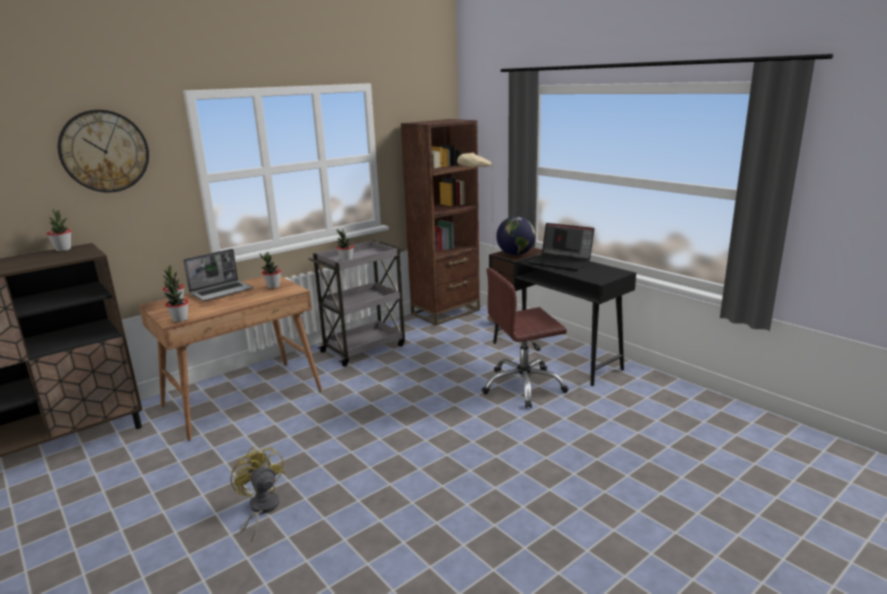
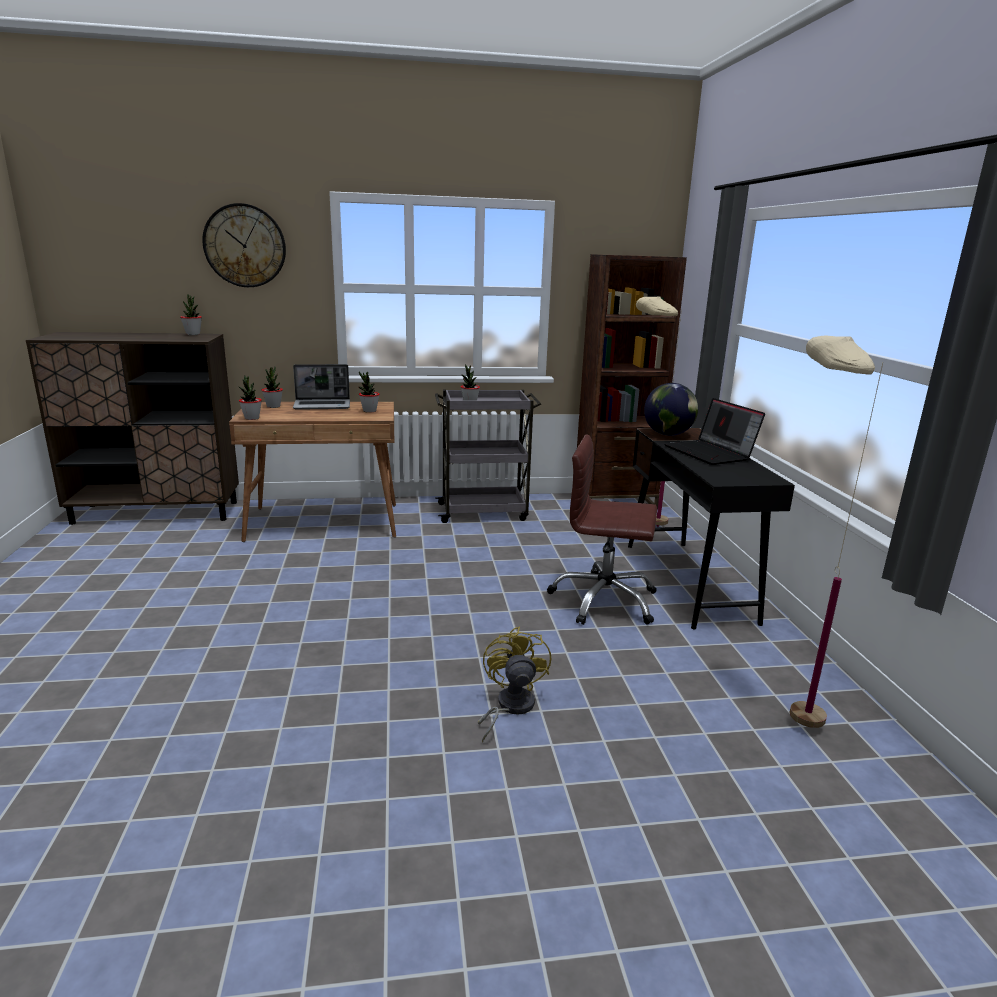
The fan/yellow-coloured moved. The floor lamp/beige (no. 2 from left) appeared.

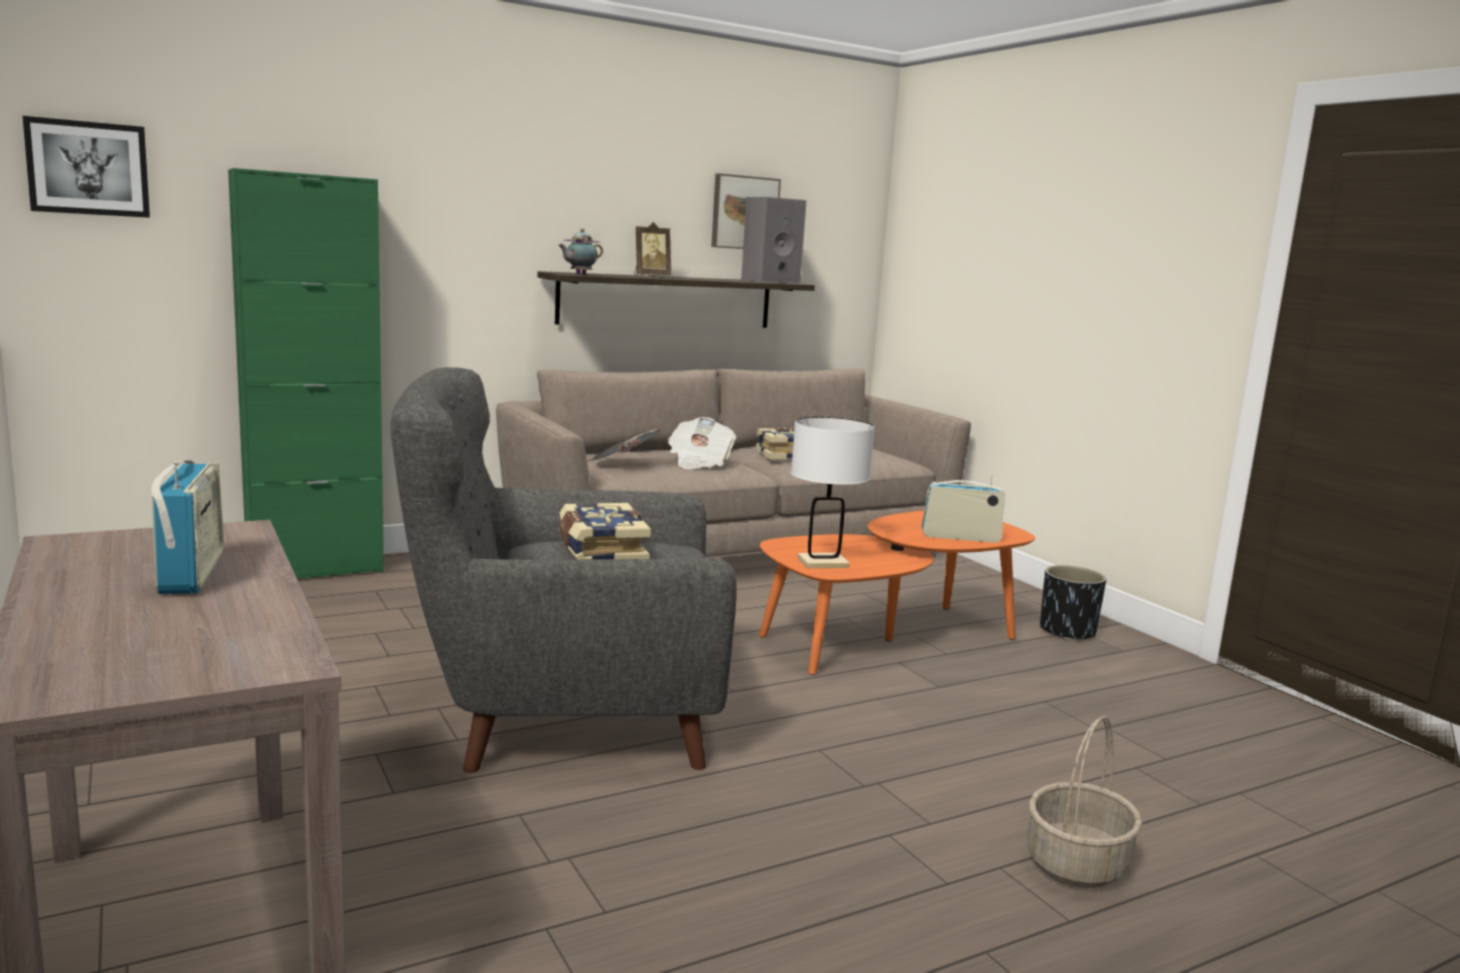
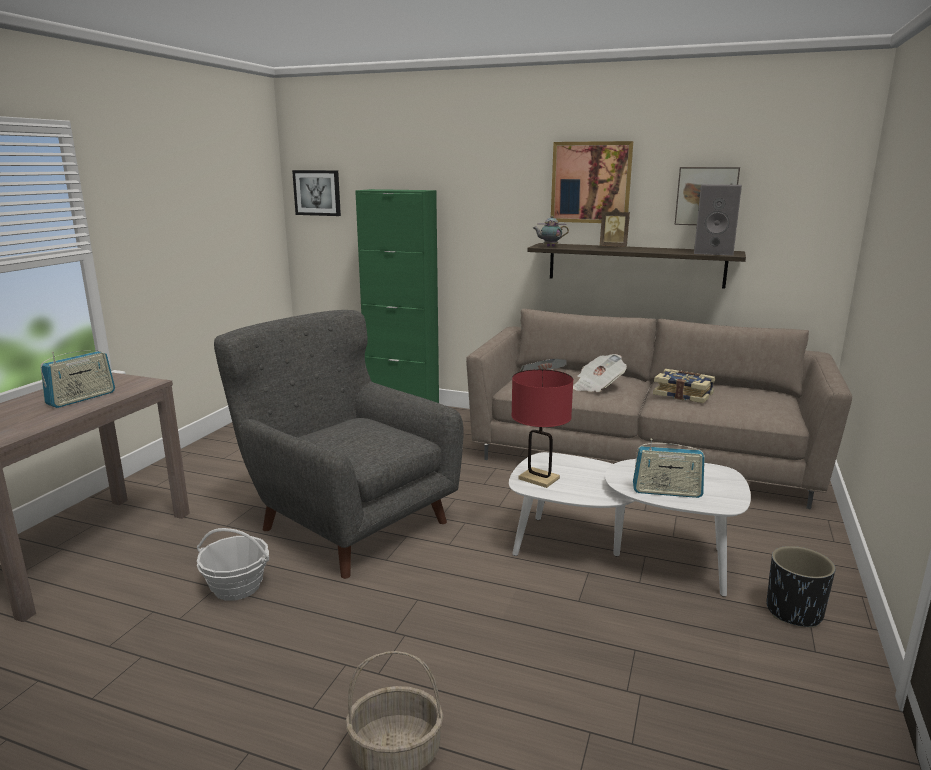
The volume (no. 1 from left) disappeared. The coffee table/orangey became the coffee table/white-coloured. The lamp for a table/white-coloured became the lamp for a table/red-coloured. The radio set (no. 2 from left) turned 135 degrees clockwise. The basket (no. 1 from left) appeared. The wall art (no. 2 from left) appeared.

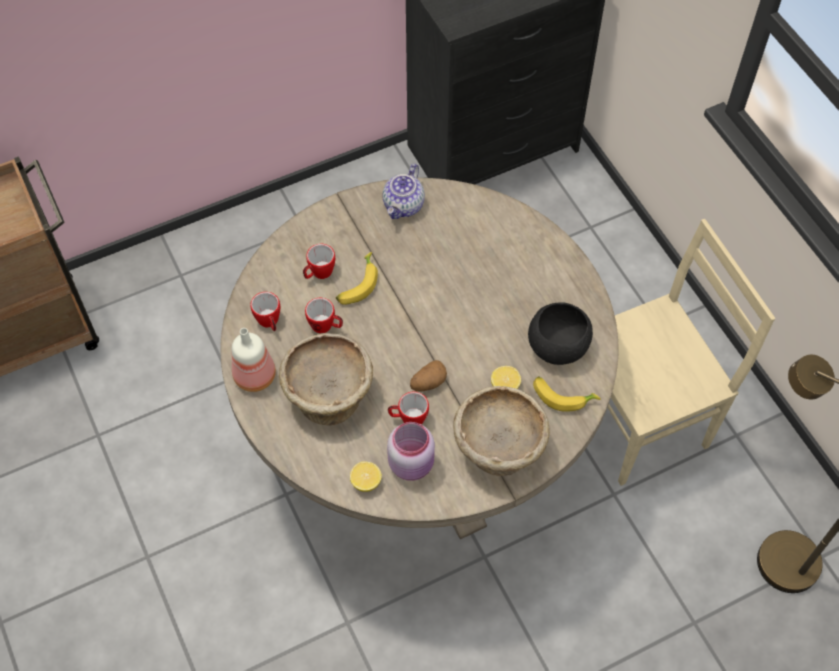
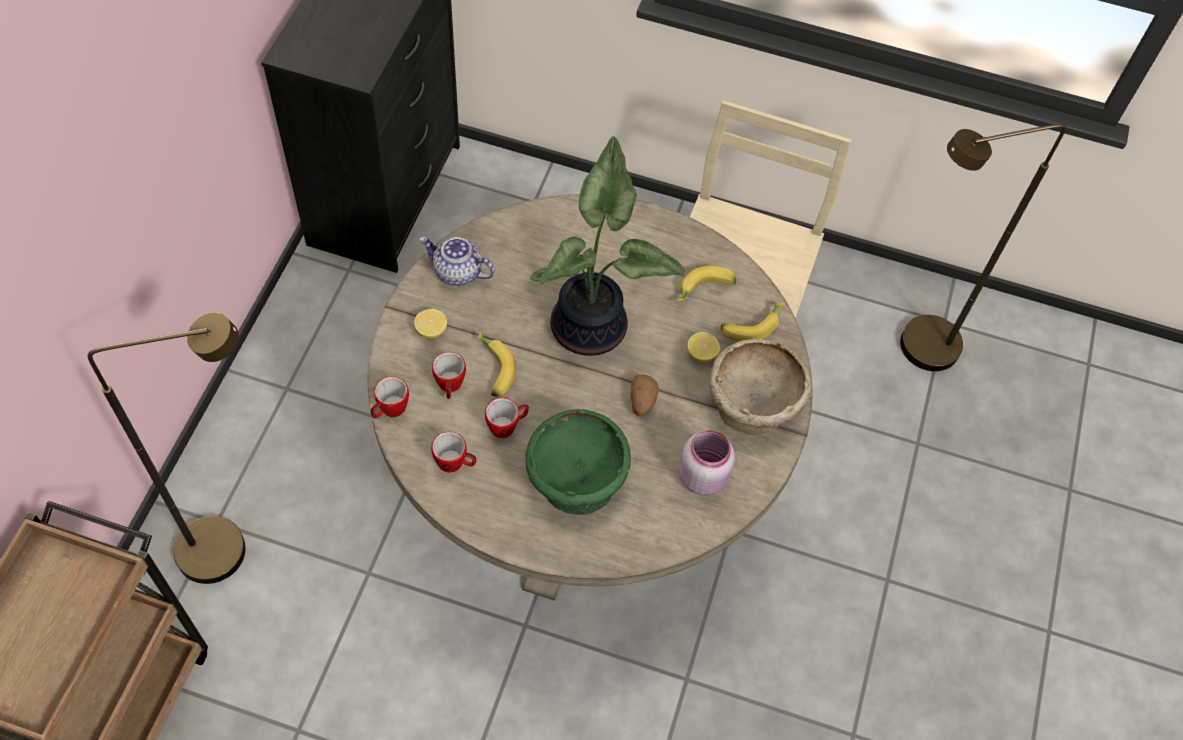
The drink bottle disappeared. The bowl/beige (no. 1 from left) became the bowl/green-coloured. The lemon (no. 1 from left) moved. The pot for tea turned 135 degrees clockwise. The tea mug (no. 4 from left in the first image) moved. The bowl/blackish was replaced by the banana (no. 2 from left). The floor lamp/brown (no. 1 from left) appeared. The plant in a pot appeared.

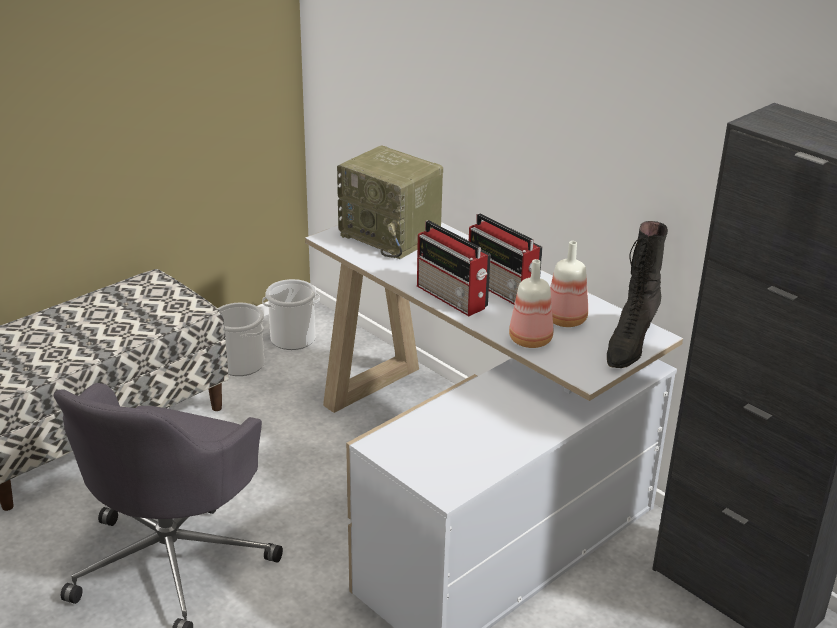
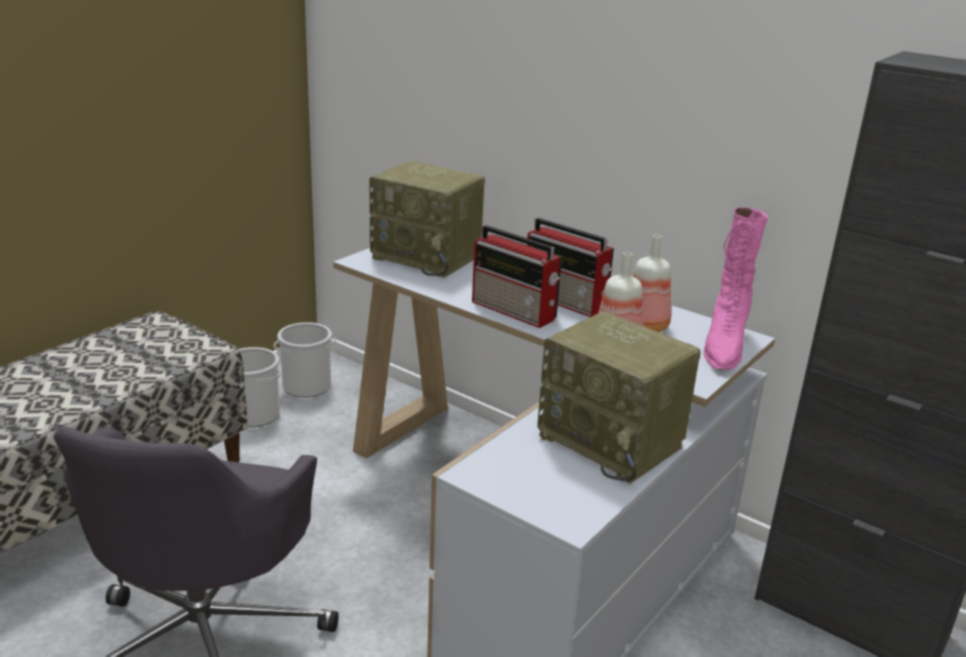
The boot/blackish became the boot/pink. The radio set (no. 4 from left) appeared.

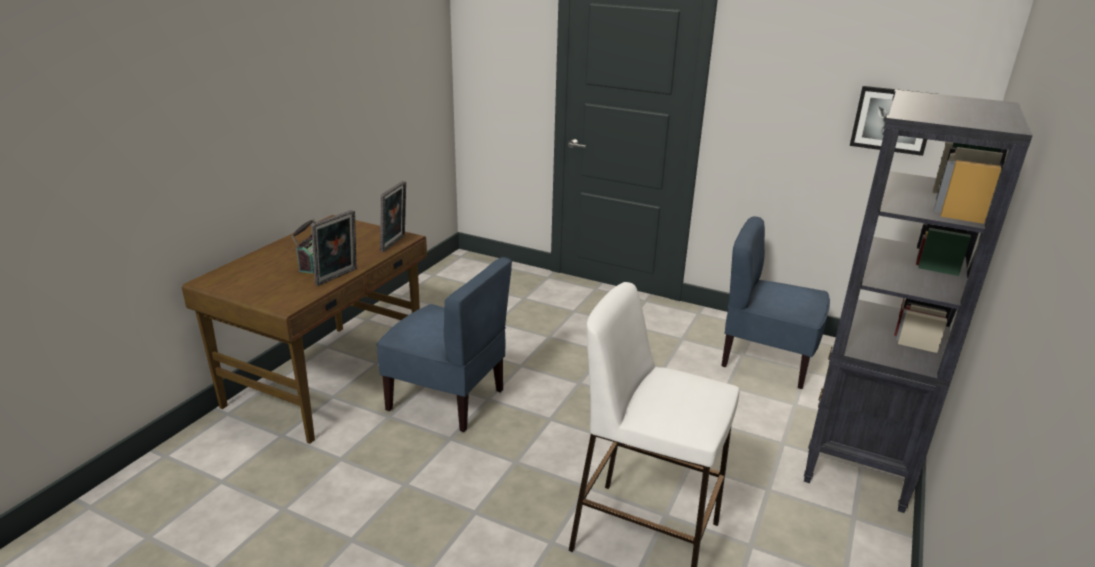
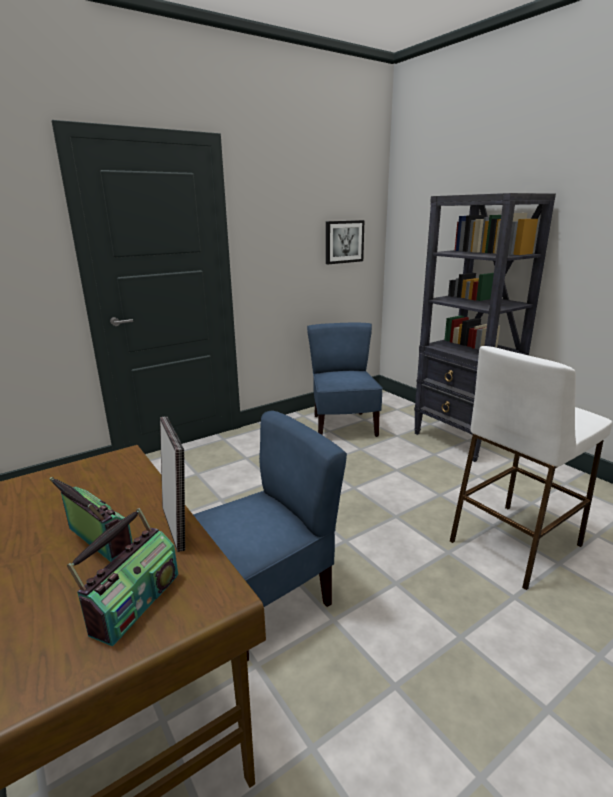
The picture frame (no. 2 from left) disappeared. The chair/blue (no. 2 from left) turned 120 degrees clockwise. The radio set (no. 2 from left) appeared.

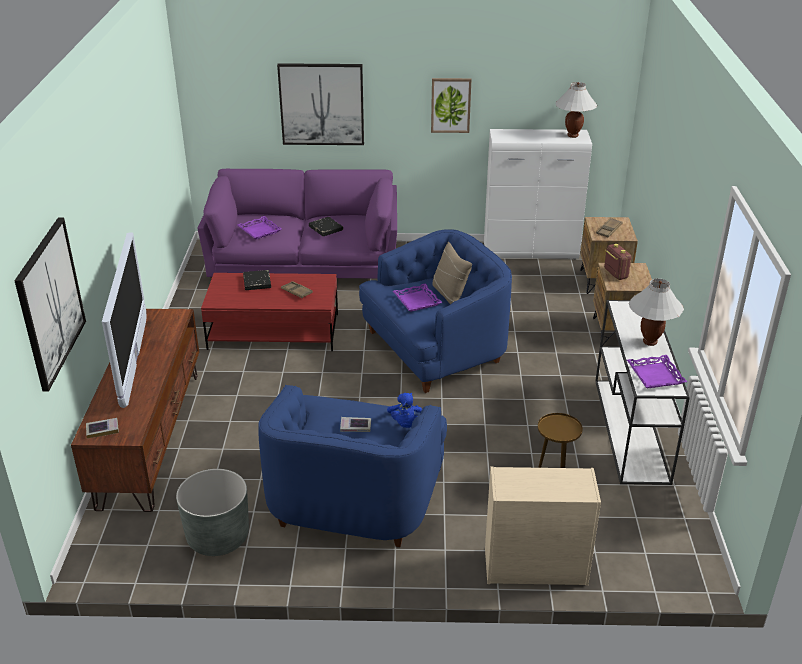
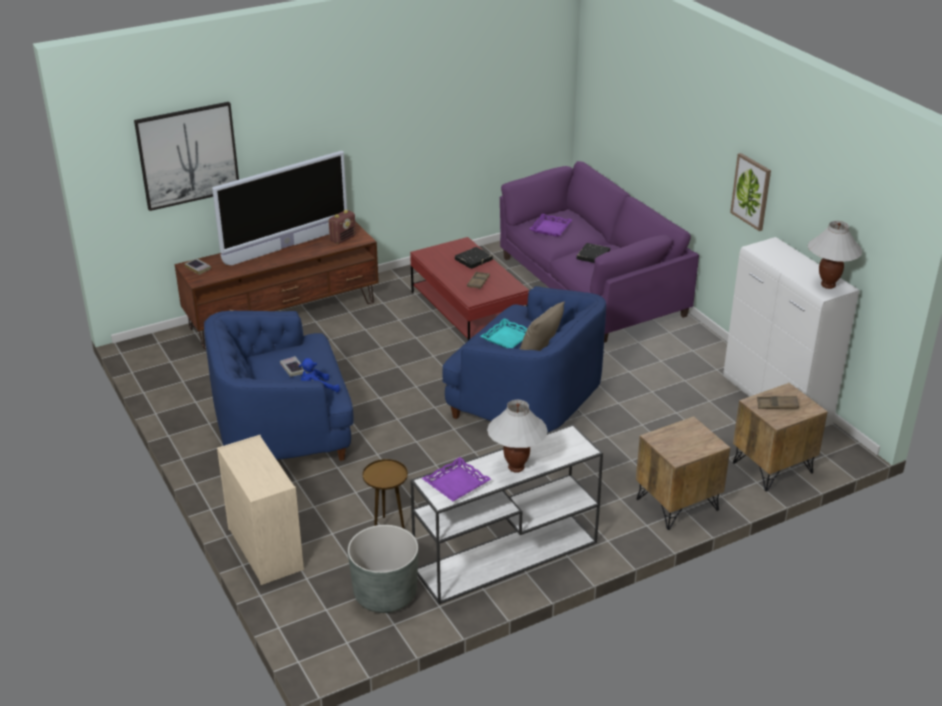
The planter/grey moved. The wall art (no. 2 from left) disappeared. The serving tray/purplish (no. 2 from left) became the serving tray/turquoise. The radio set moved.

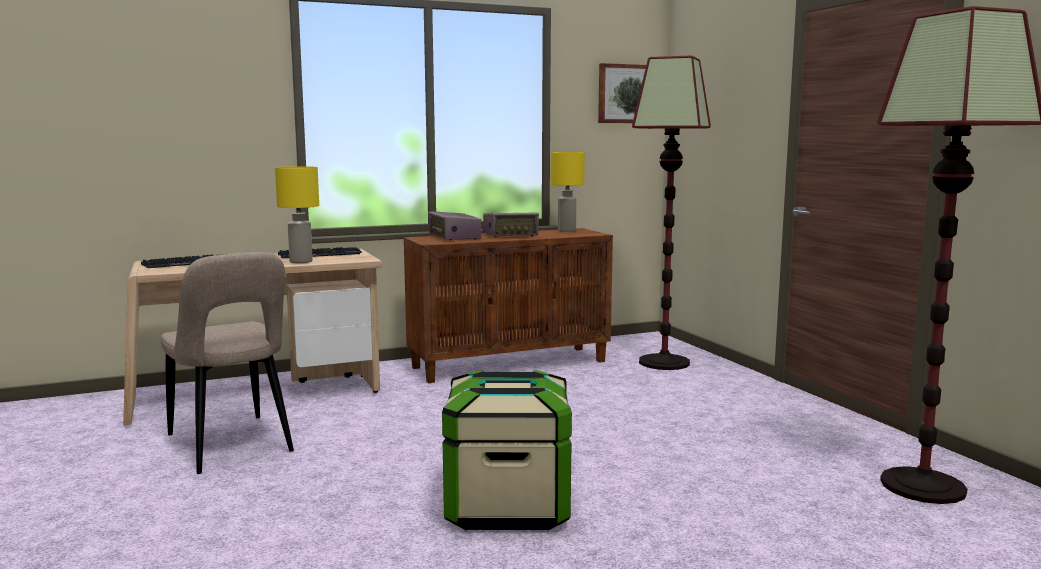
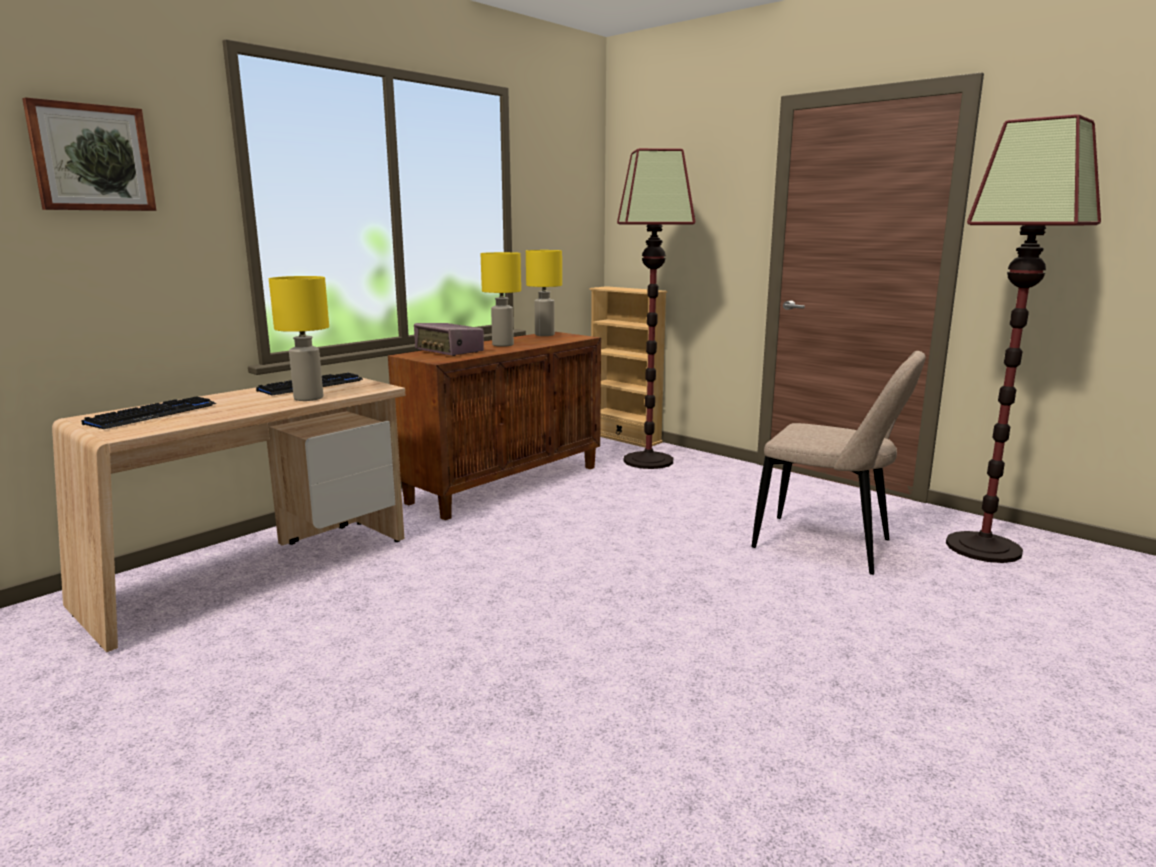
The chair/beige moved. The storage bin disappeared. The radio set (no. 2 from left) was replaced by the lamp for a table/yellow-coloured (no. 2 from left). The wall art moved. The bookcase/beige appeared.

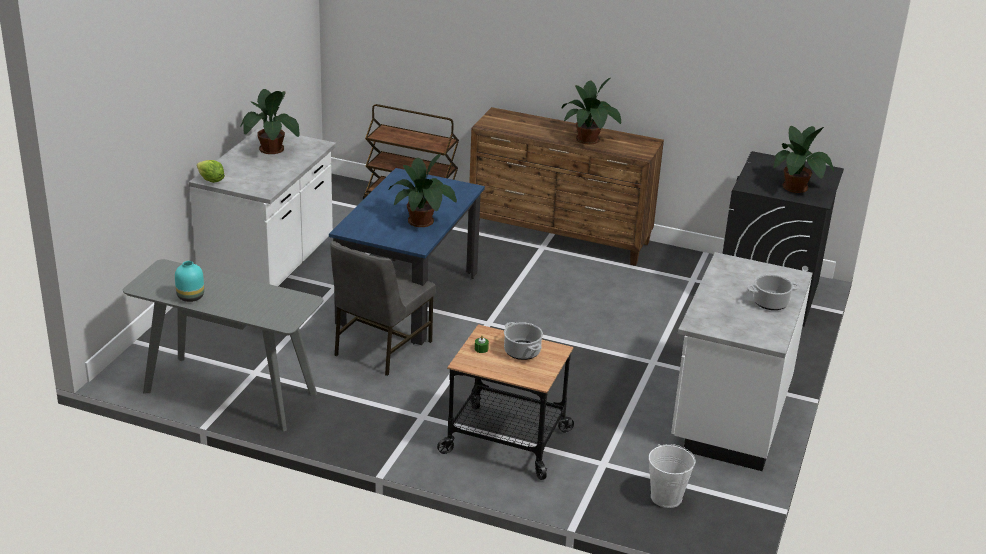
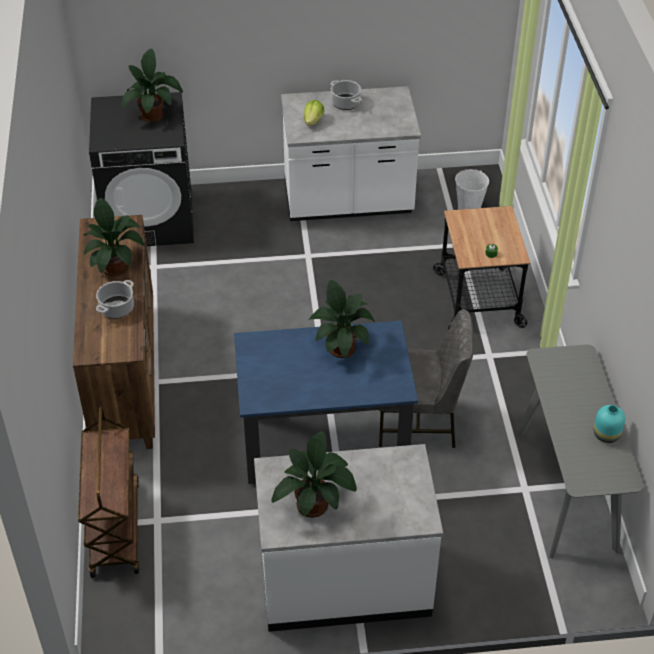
The lettuce moved. The cooking pot (no. 1 from left) moved.

